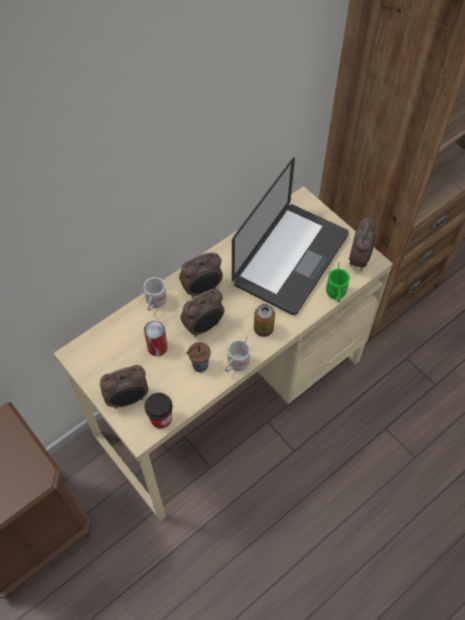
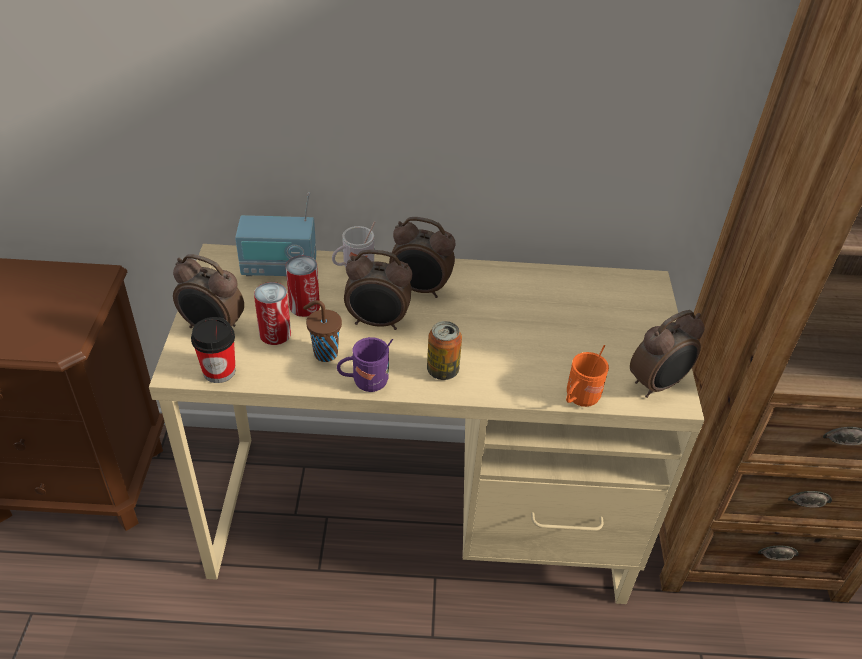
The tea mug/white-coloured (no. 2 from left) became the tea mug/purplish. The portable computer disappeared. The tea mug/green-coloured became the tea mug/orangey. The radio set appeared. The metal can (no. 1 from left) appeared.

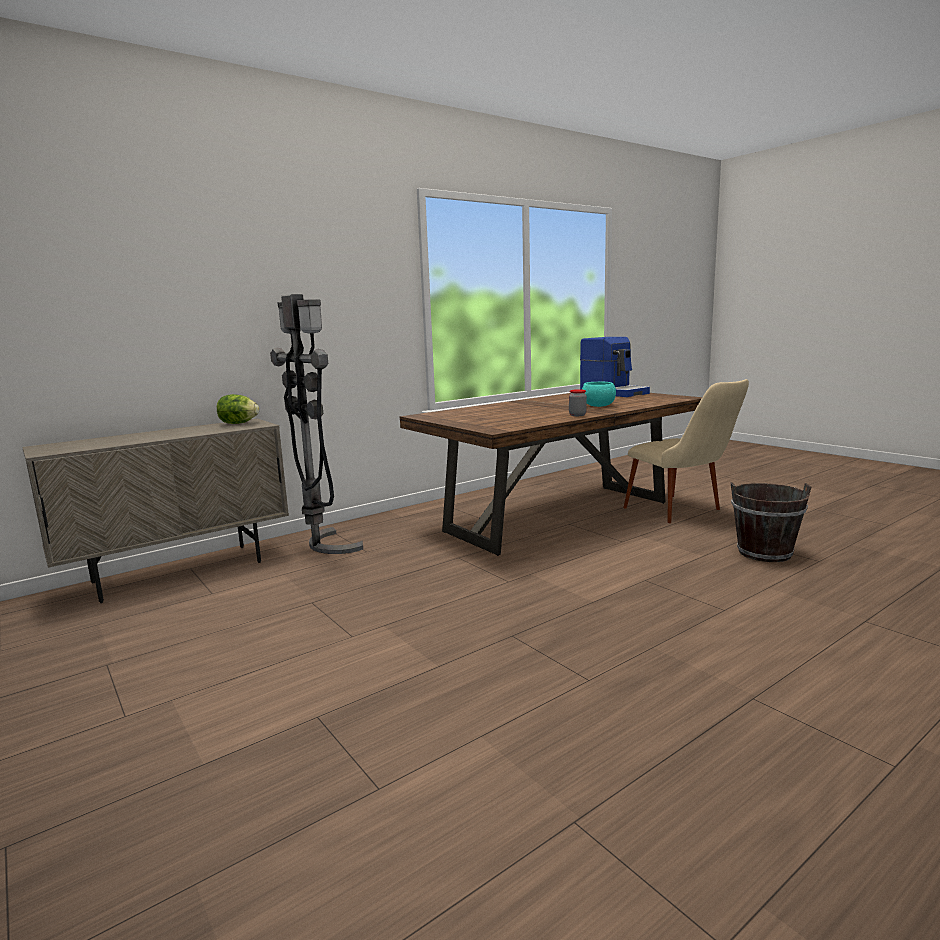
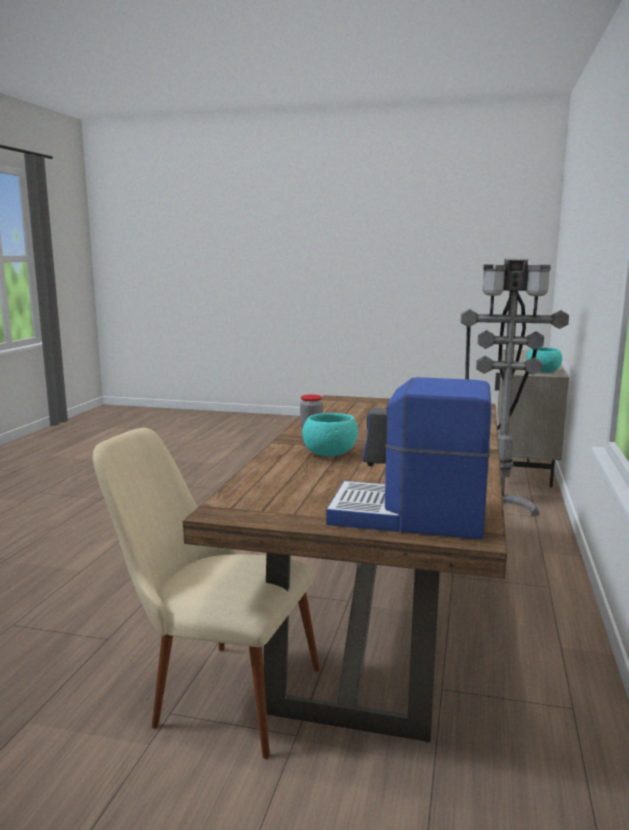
The lettuce was replaced by the bowl/turquoise (no. 2 from left). The pail/brown disappeared.

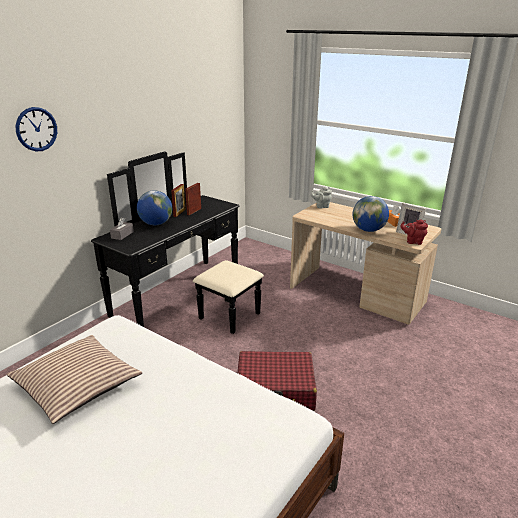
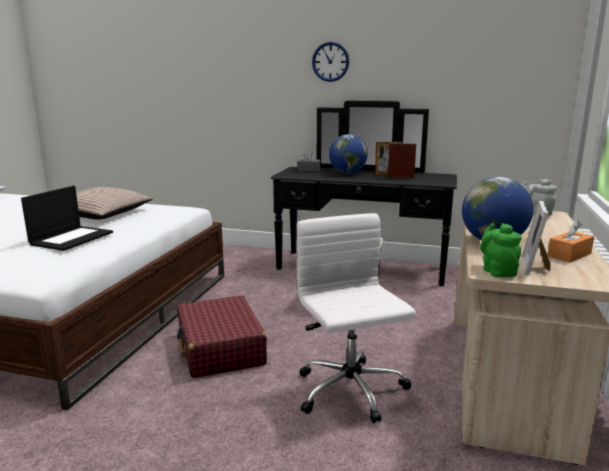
The hanging clock moved. The pot for tea/red-coloured became the pot for tea/green-coloured. The portable computer appeared. The office chair/white-coloured appeared.

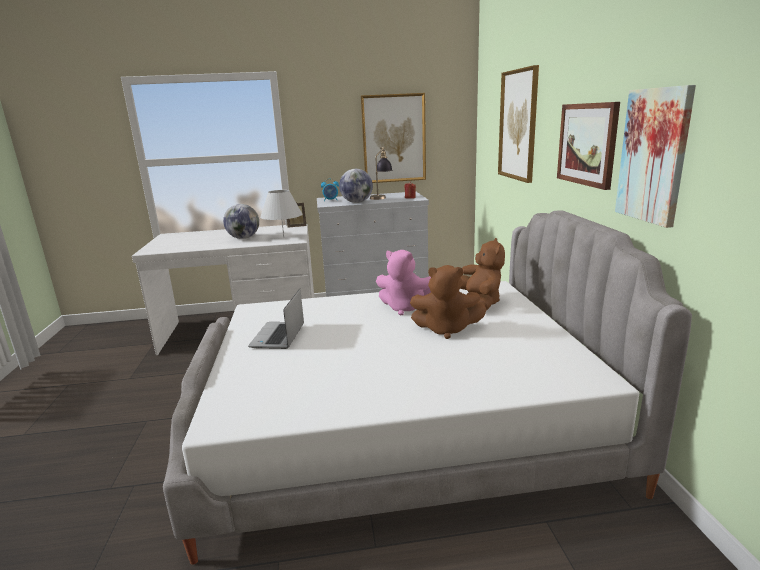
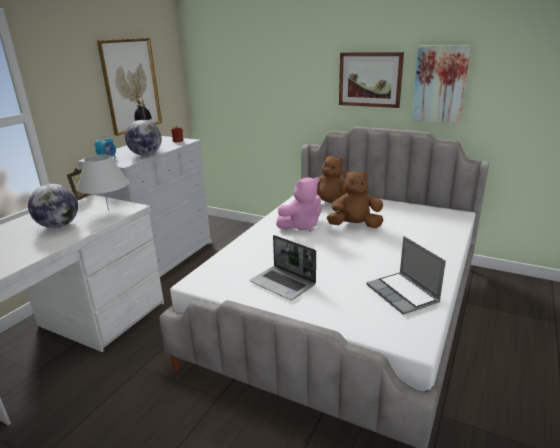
The soft toy/brown (no. 1 from left in the first image) turned 135 degrees counterclockwise. The wall art (no. 2 from left) disappeared. The portable computer (no. 2 from left) appeared.

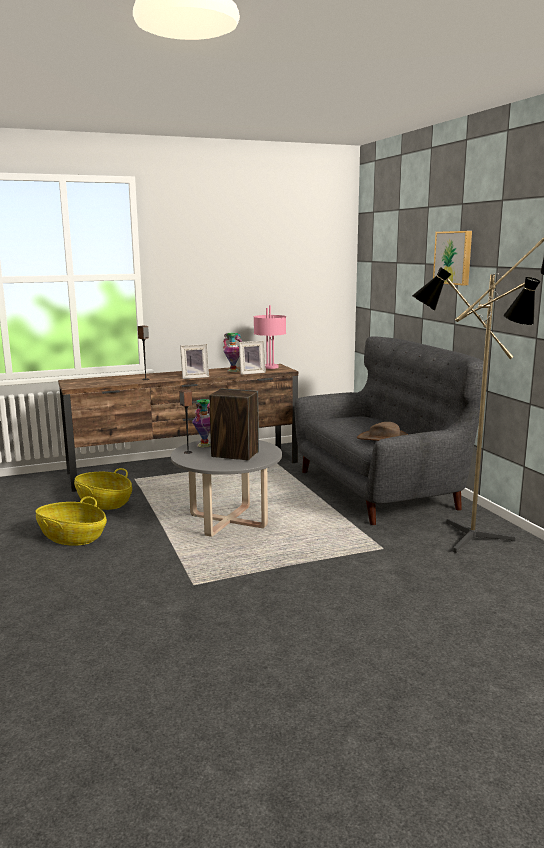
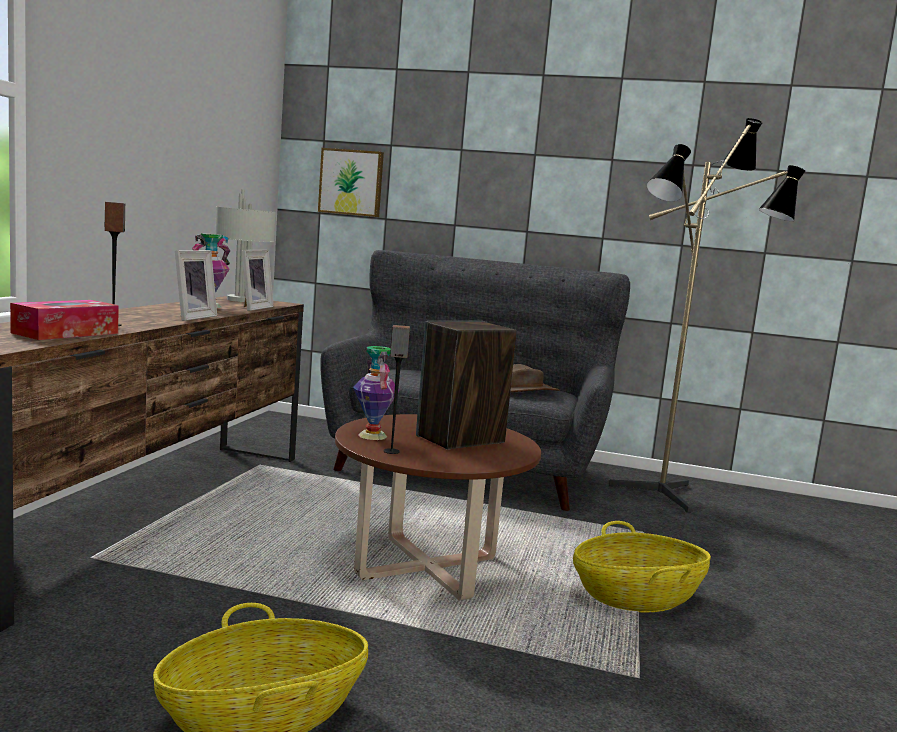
The basket (no. 2 from left) moved. The coffee table/grey became the coffee table/brown. The lamp for a table/pink became the lamp for a table/grey. The wall art moved. The box of tissues appeared.

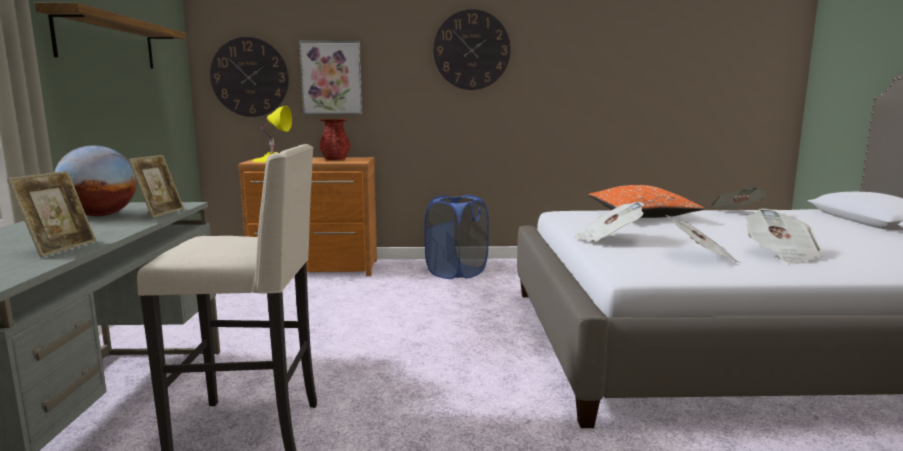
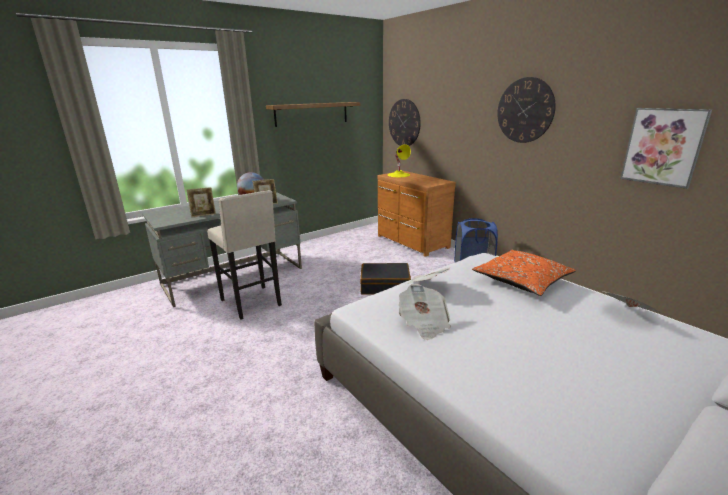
The wall art moved. The flower vase/red-coloured disappeared. The printed paper (no. 4 from left) disappeared. The piece of luggage/blackish appeared.

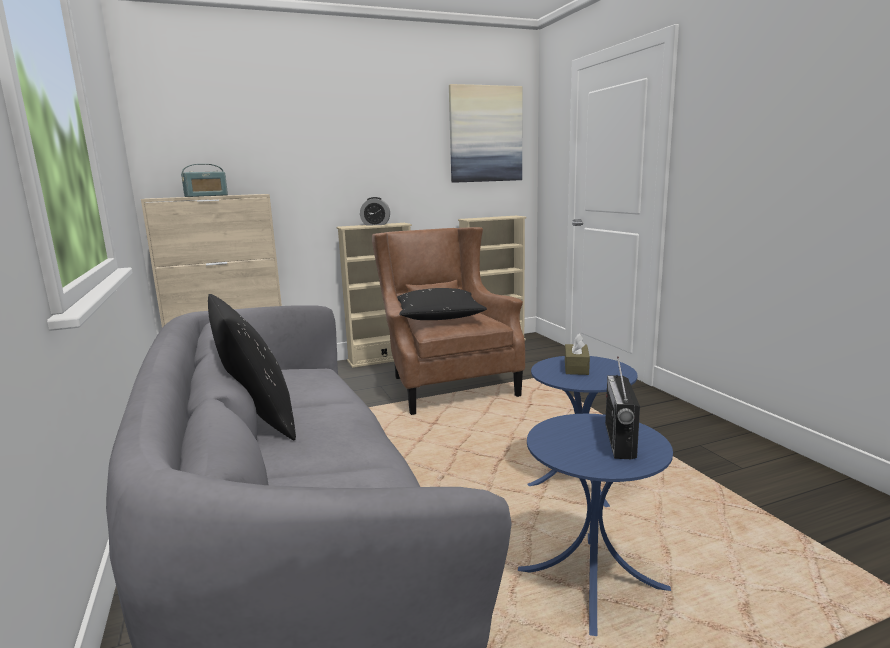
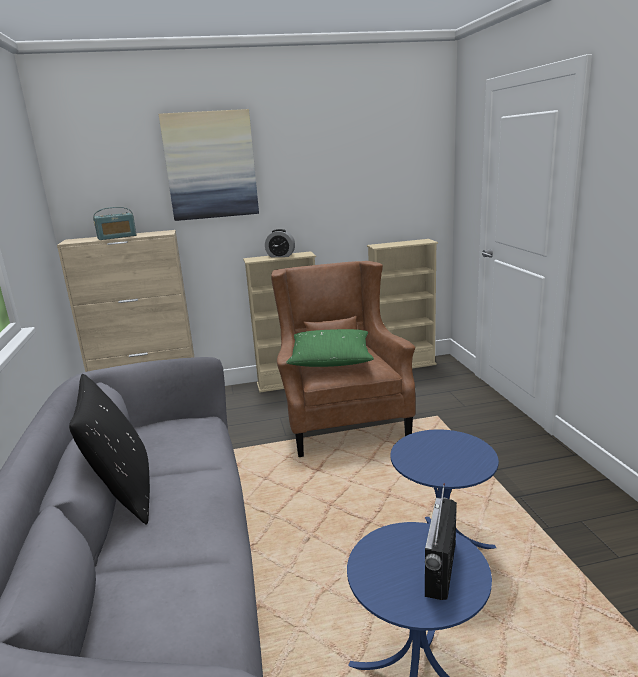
The throw pillow/blackish (no. 2 from left) became the throw pillow/green-coloured. The wall art moved. The box of tissues/brown disappeared.

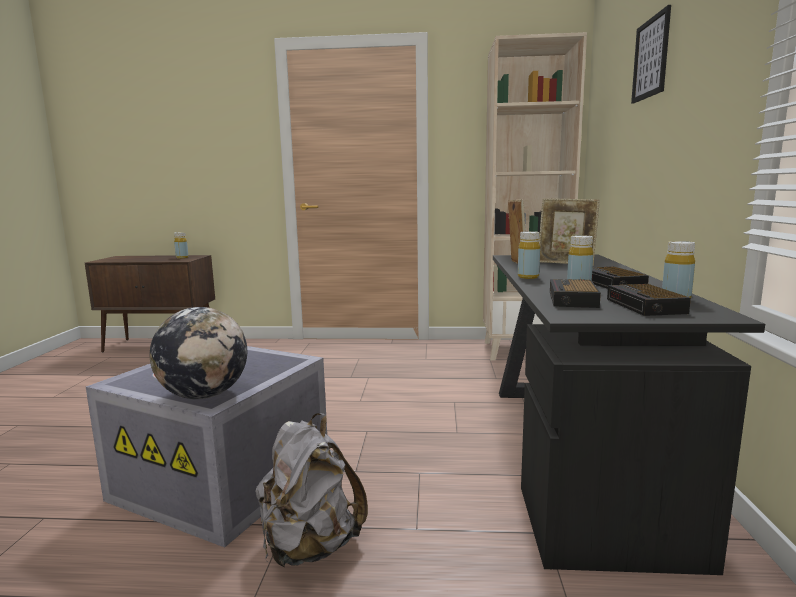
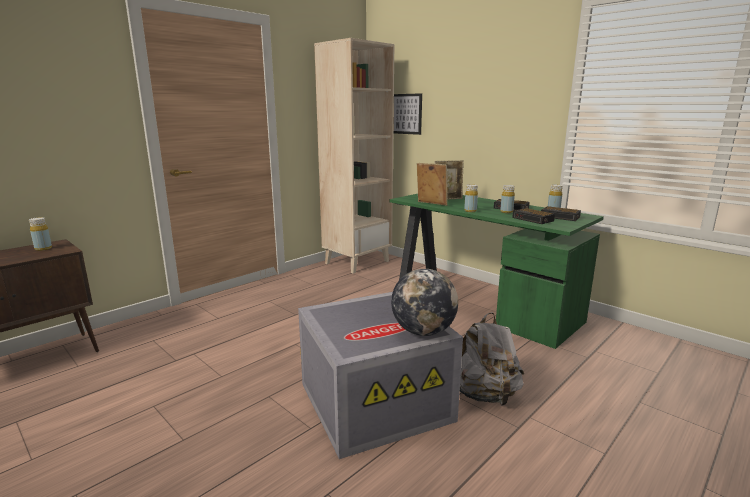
The desk table/blackish became the desk table/green-coloured. The wall art moved.

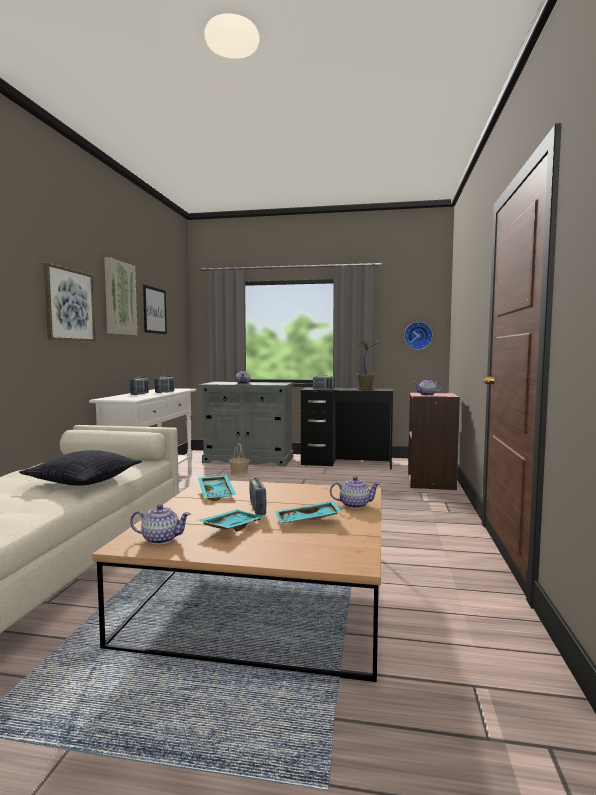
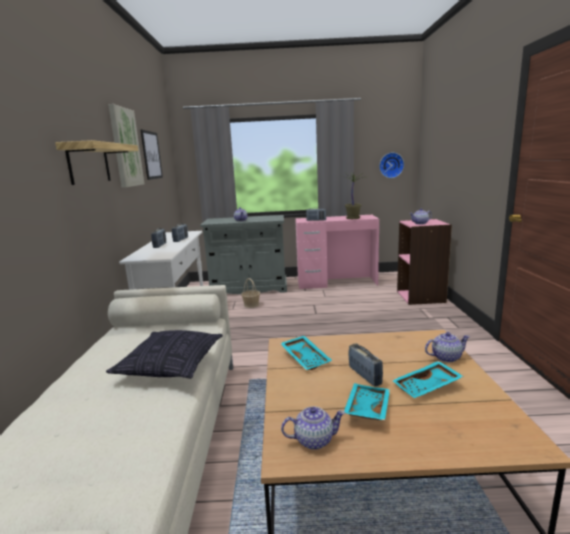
The wall art (no. 1 from left) was replaced by the bracket shelf. The desk table/blackish became the desk table/pink.

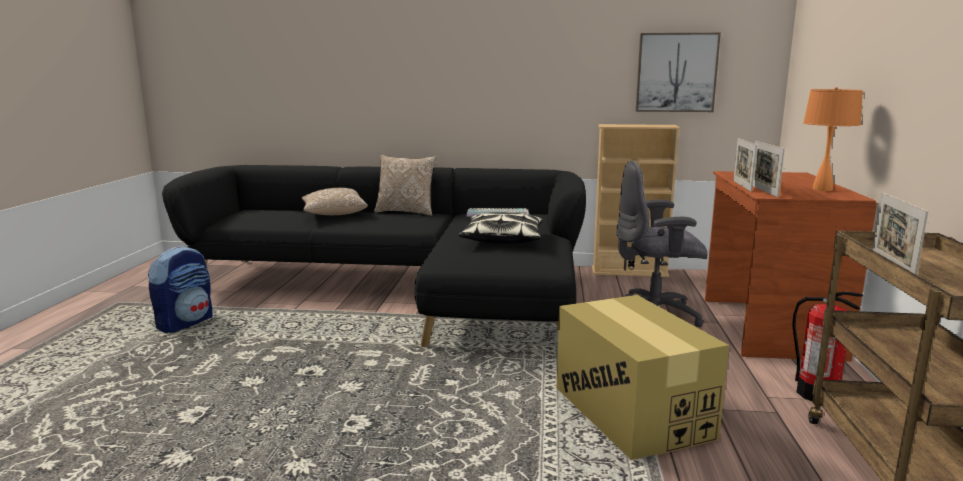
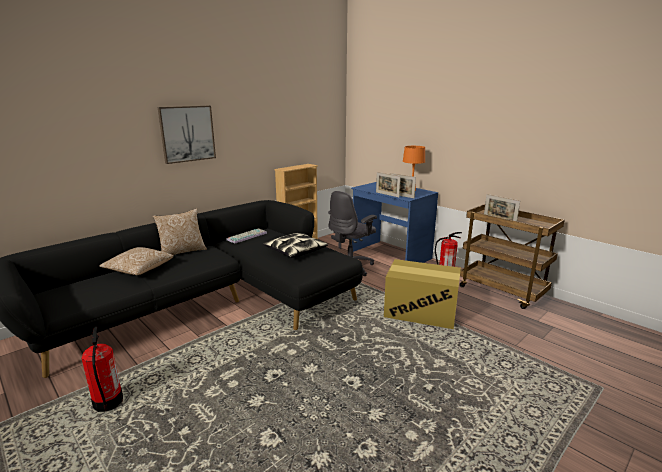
The rucksack was replaced by the fire extinguisher (no. 1 from left). The wall art moved. The desk table/brown became the desk table/blue.

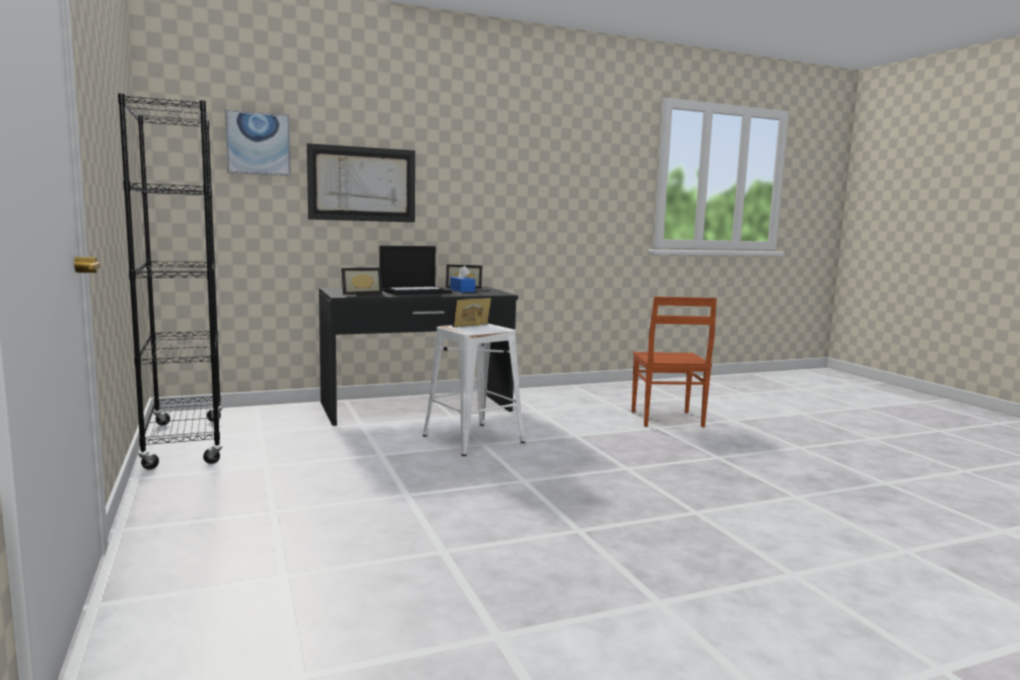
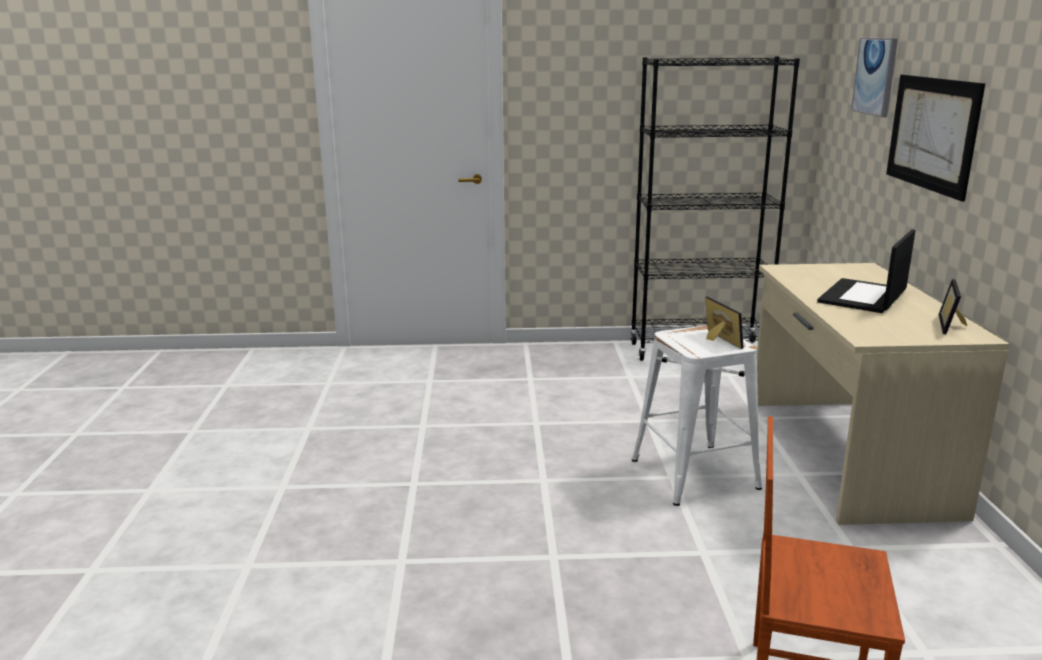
The desk table/blackish became the desk table/beige. The picture frame (no. 1 from left) disappeared. The portable computer turned 45 degrees clockwise. The box of tissues/blue disappeared.

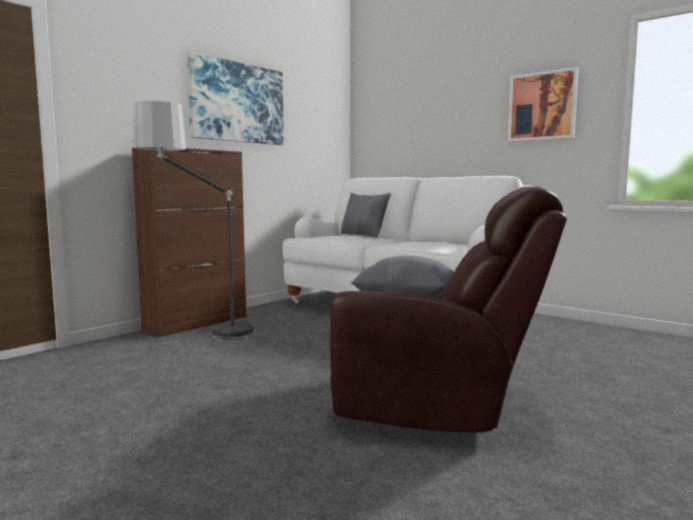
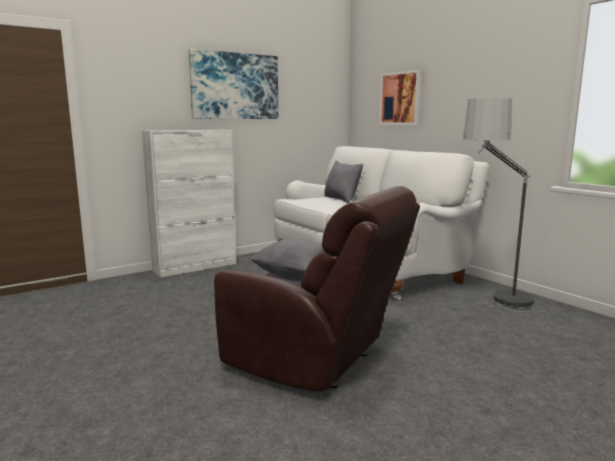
The storage cabinet/brown became the storage cabinet/white-coloured. The floor lamp moved. The wall art (no. 2 from left) moved.

